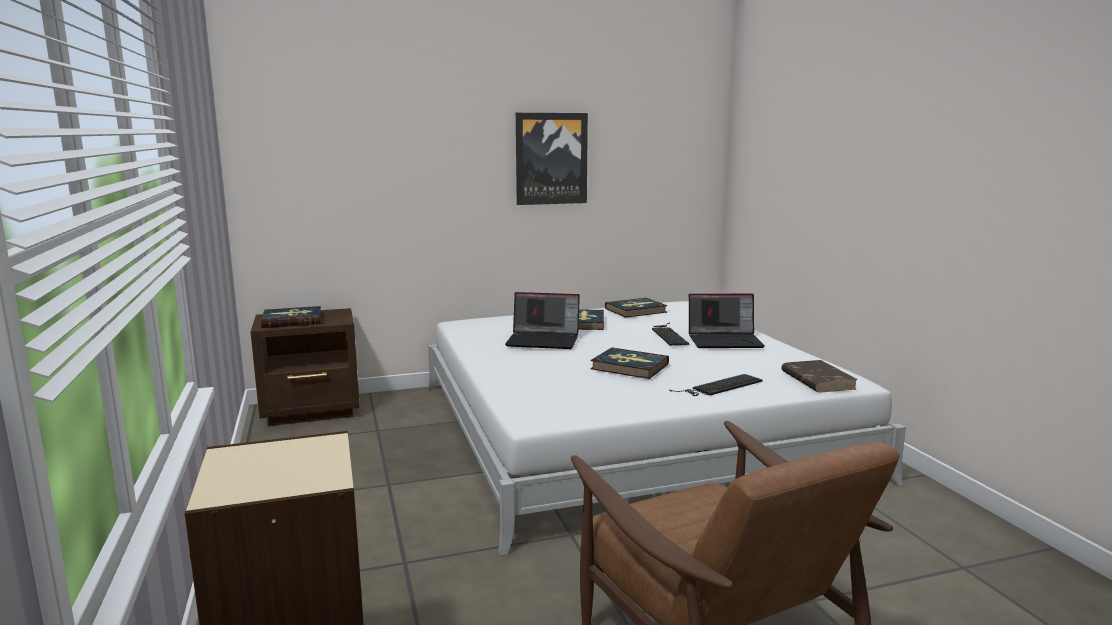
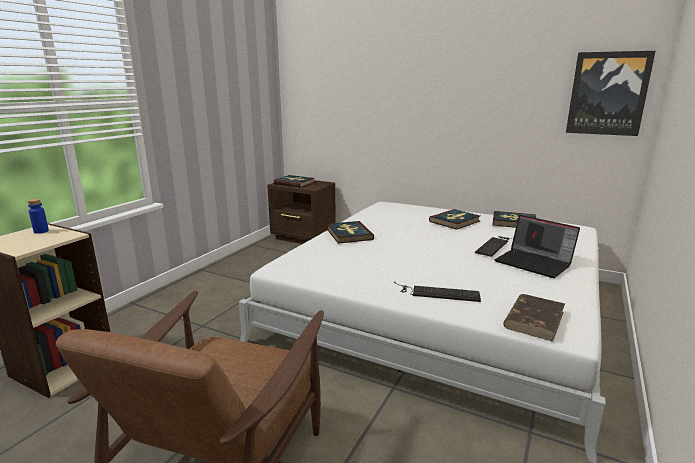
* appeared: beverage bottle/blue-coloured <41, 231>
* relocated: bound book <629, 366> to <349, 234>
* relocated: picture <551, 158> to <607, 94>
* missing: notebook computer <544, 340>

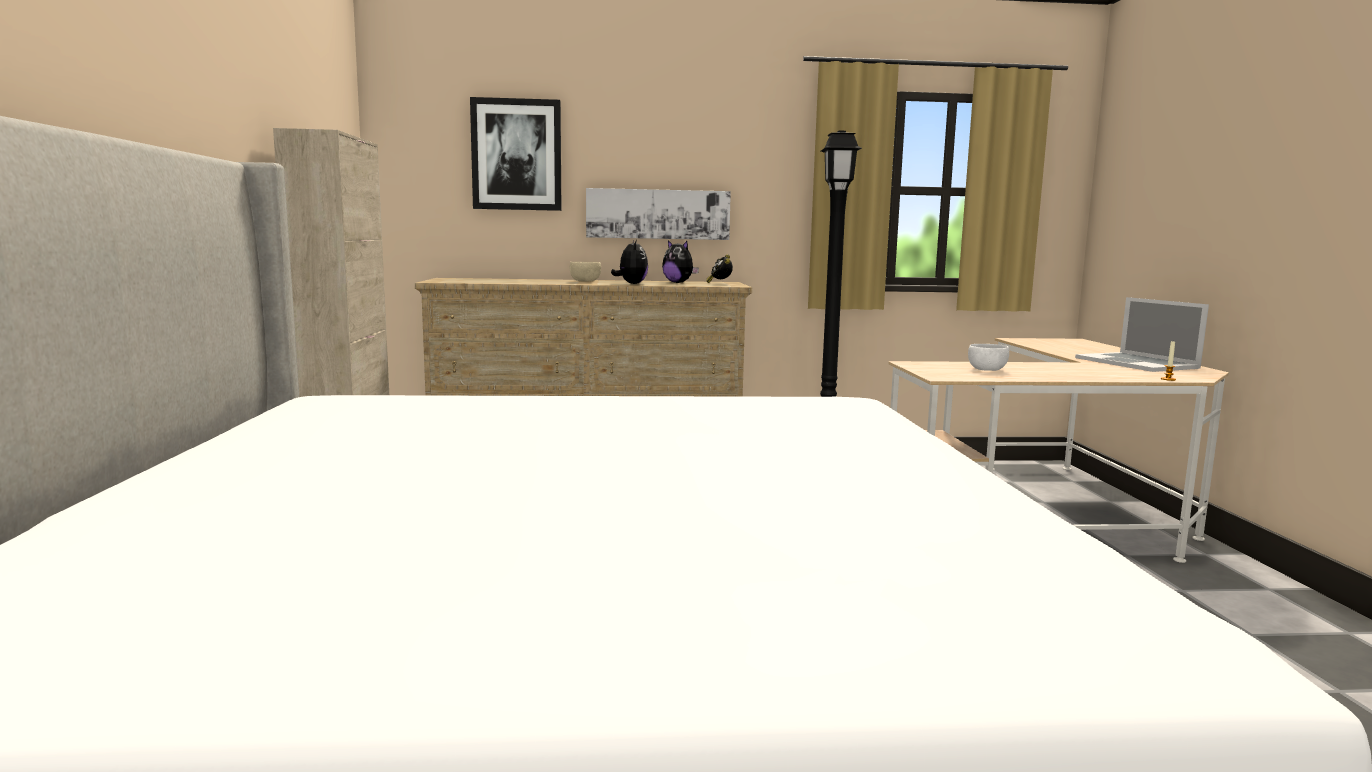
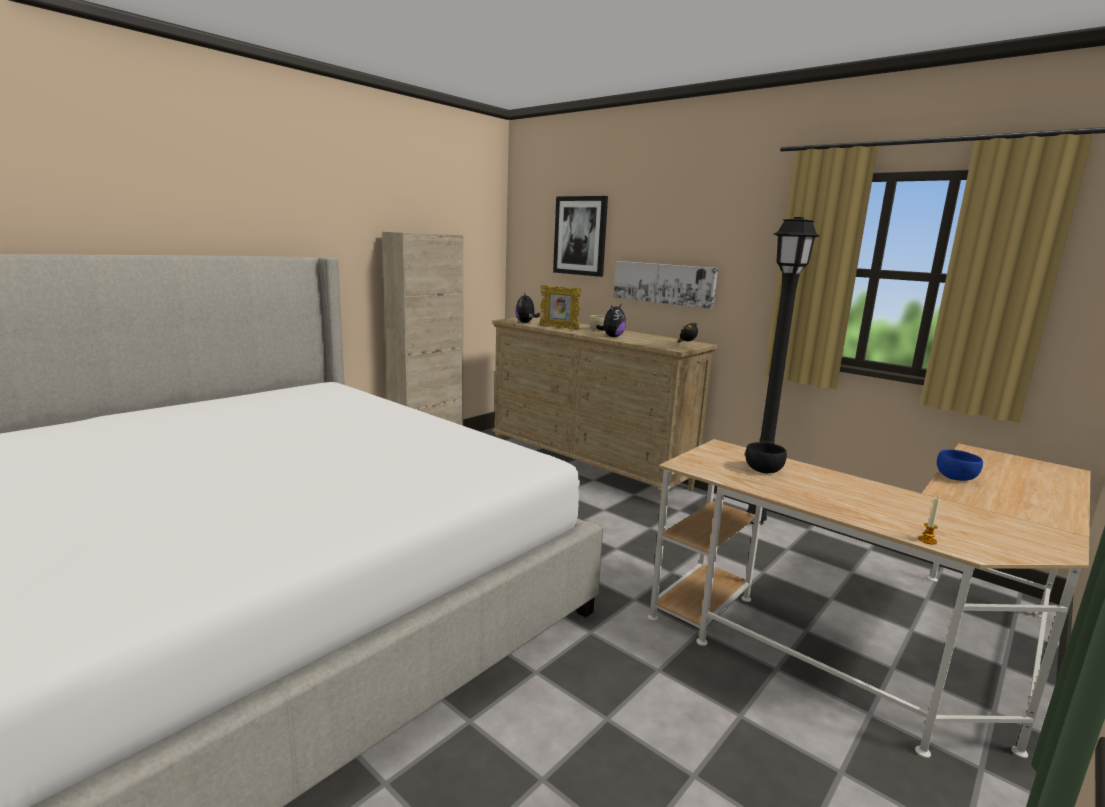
* relocated: cuddly toy <678, 283> to <526, 322>
* appeared: photo frame <559, 328>
* colour: serving bowl/white <987, 369> to serving bowl/black-coloured <763, 470>
* appeared: serving bowl/blue-coloured <955, 477>
* missing: notebook computer <1136, 363>

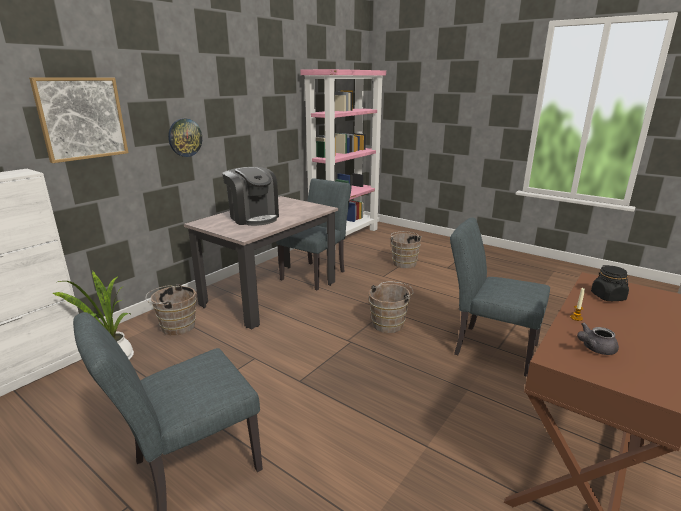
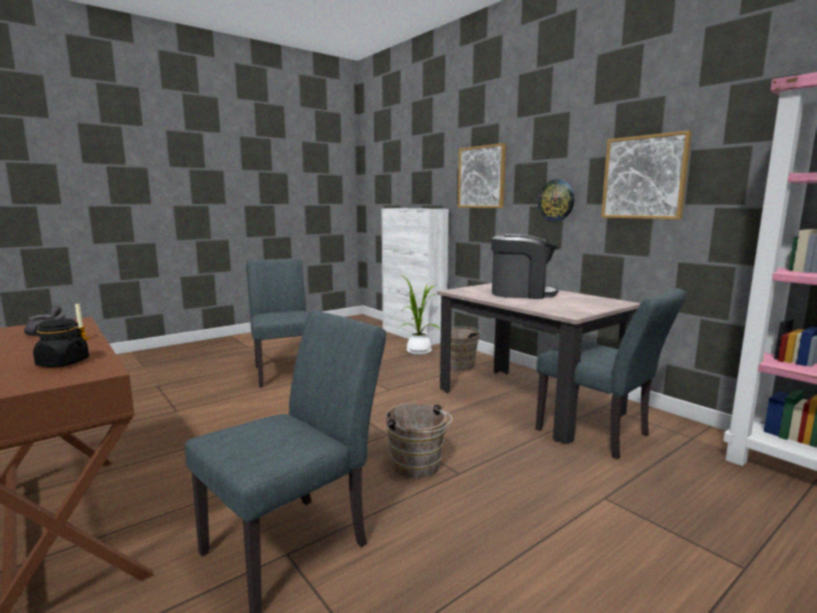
* spun: coffee maker <253, 217> = <521, 293> 150 degrees counterclockwise
* appeared: picture <644, 177>
* missing: water bucket/brown-coloured <404, 262>

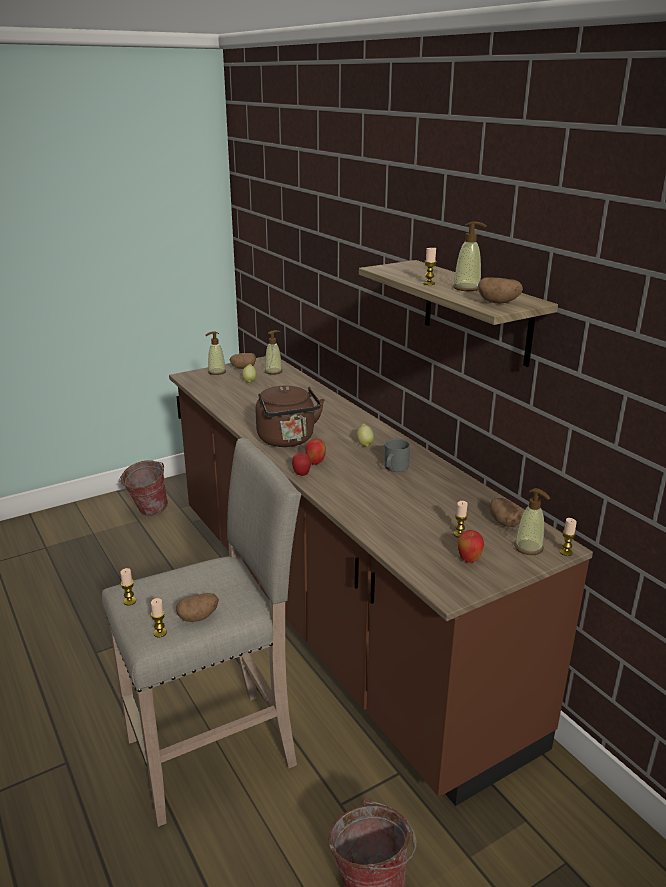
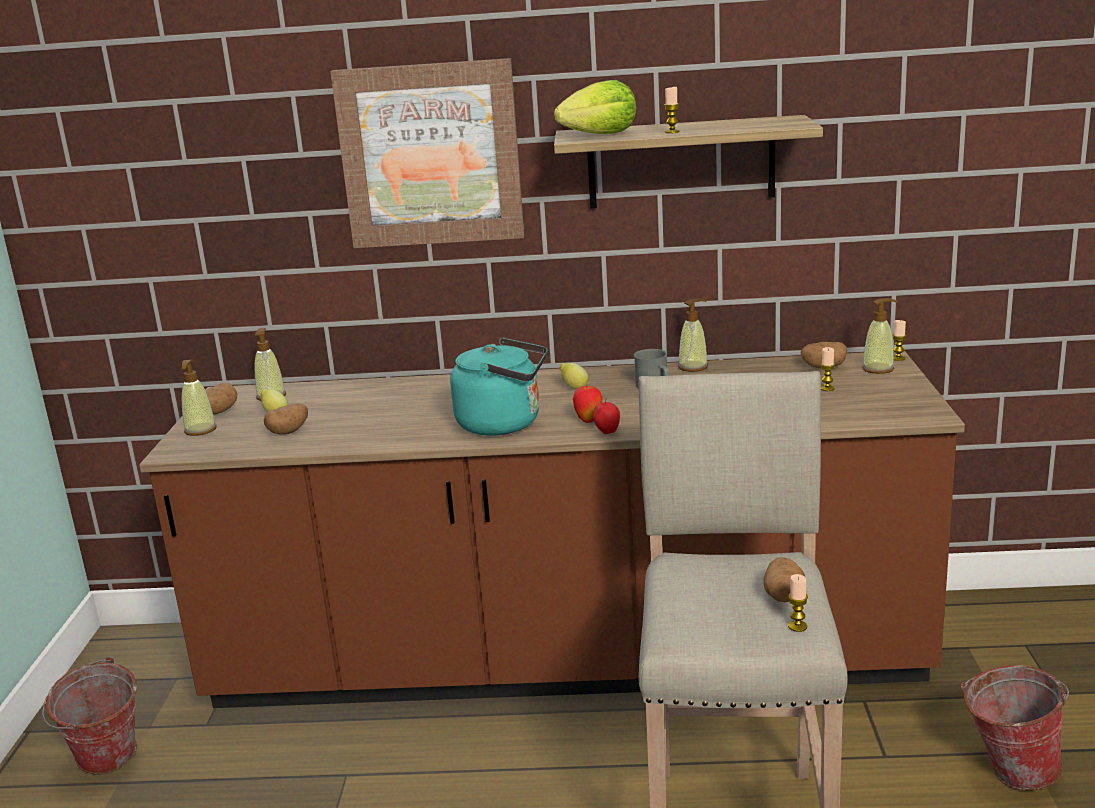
* relocated: potato <498, 302> to <289, 431>
* appeared: picture <431, 154>
* colour: kettle/brown-coloured <288, 440> to kettle/blue-green <504, 424>
* appeared: lettuce head <601, 135>
* relocated: liquid soap bottle <467, 288> to <693, 367>
* missing: candle <129, 601>
* missing: apple <469, 560>

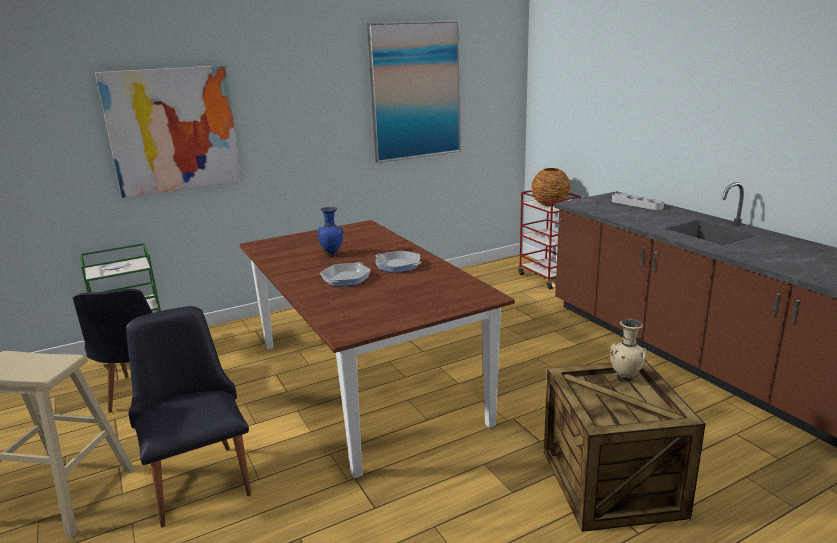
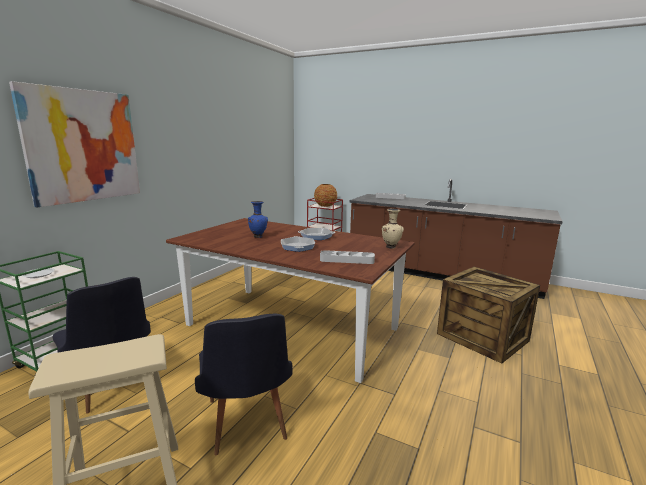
* spun: chair/black-coloured <199, 476> = <247, 426> 135 degrees counterclockwise
* appeared: tray/gray <347, 260>
* relocated: flower vase/sand-coloured <625, 379> to <391, 247>
* missing: picture <416, 91>

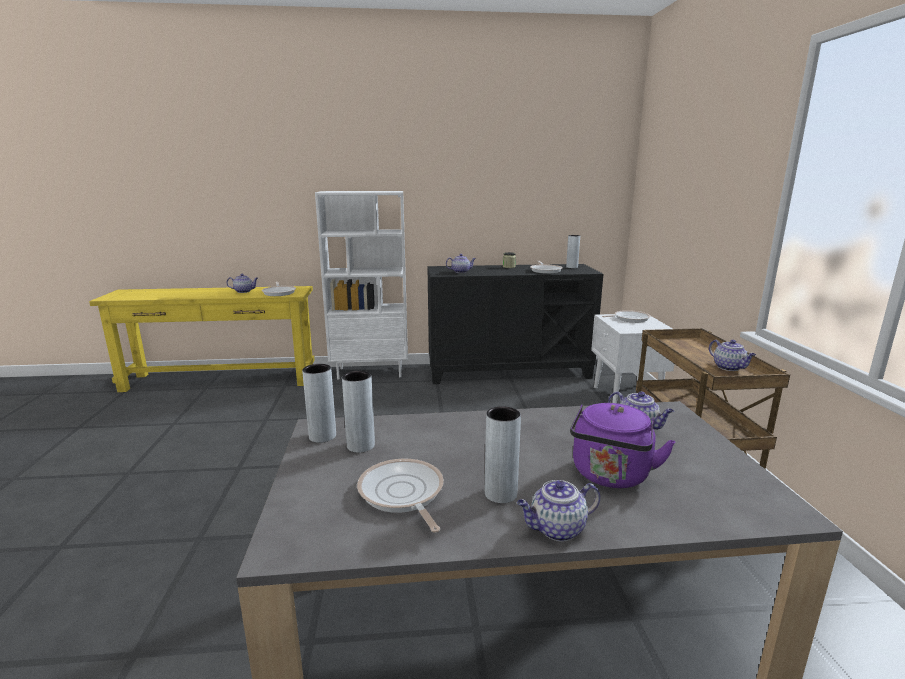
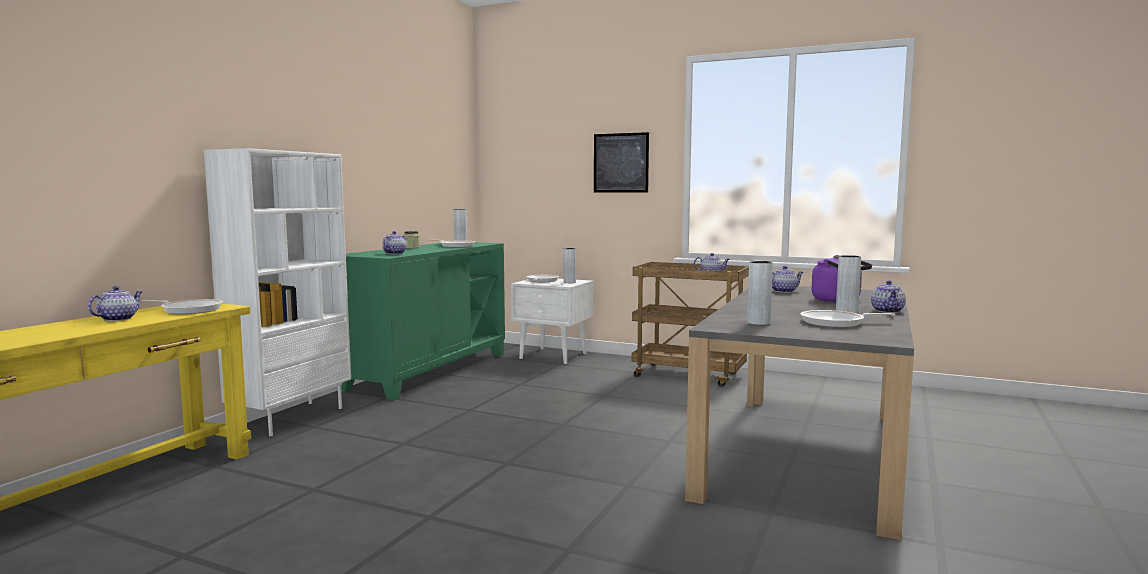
* colour: cupboard/black-coloured <508, 371> to cupboard/greenish <428, 371>
* relocated: flower vase/gray <322, 436> to <569, 282>
* appeared: picture <621, 163>

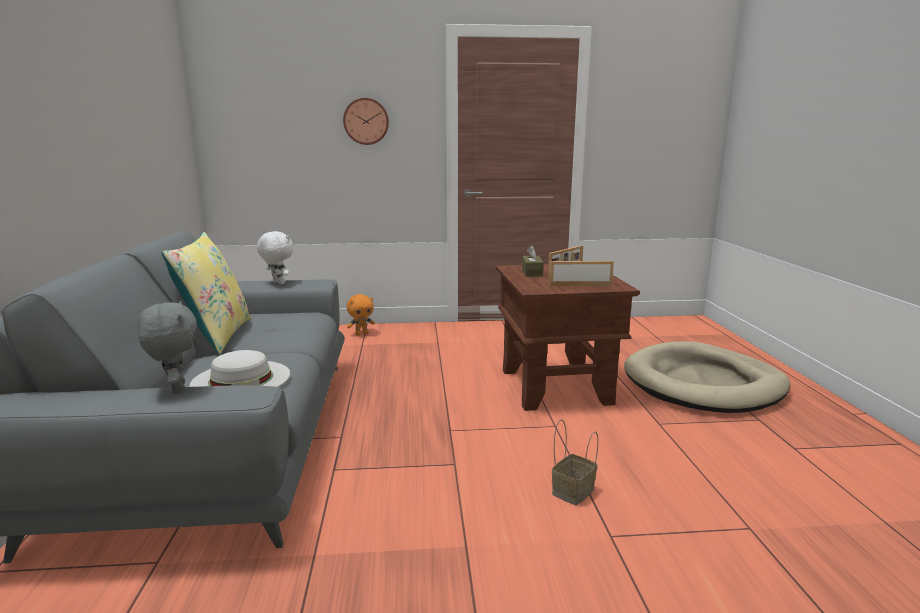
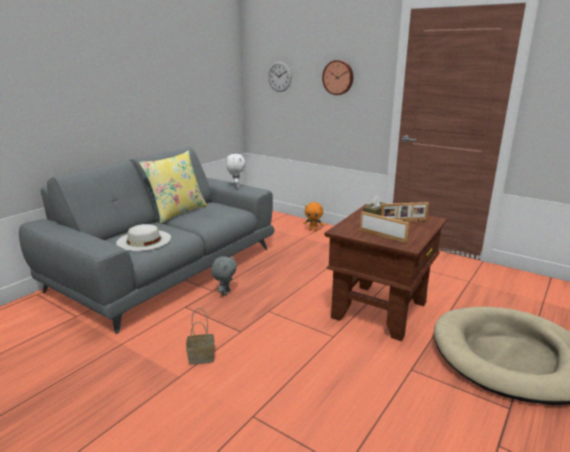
* relocated: storage basket <573, 490> to <202, 356>
* relocated: cuddly toy/gray <176, 389> to <225, 293>
* appeared: hanging clock <279, 76>

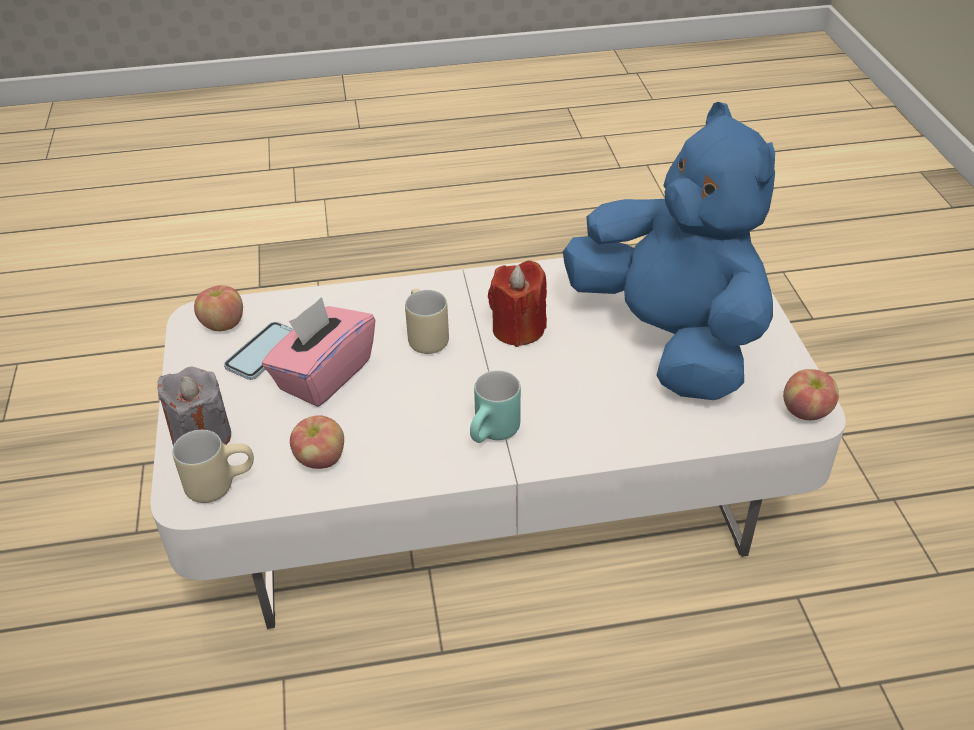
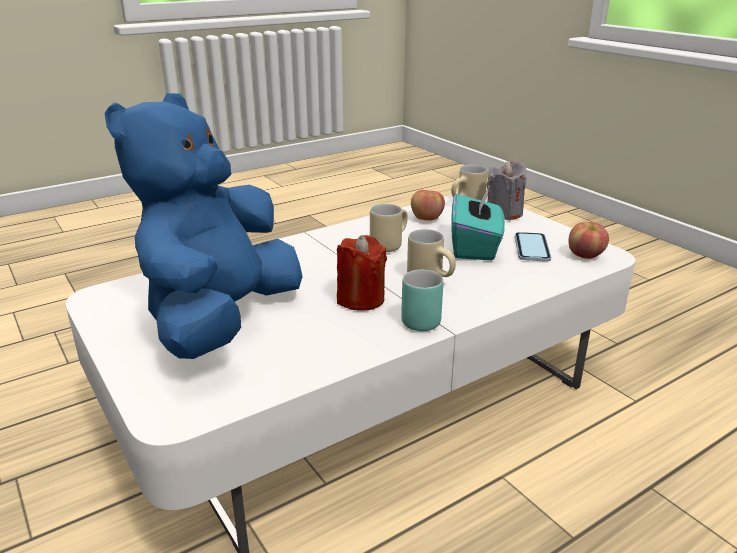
* spun: cuddly toy/blue-coloured <669, 339> = <221, 320> 75 degrees clockwise
* appeared: tea mug/sand-coloured <388, 244>
* relocated: tea mug/blue-green <495, 435> to <418, 318>
* colour: tissue box/pink-coloured <324, 375> to tissue box/blue-green <475, 247>
* missing: apple <806, 412>

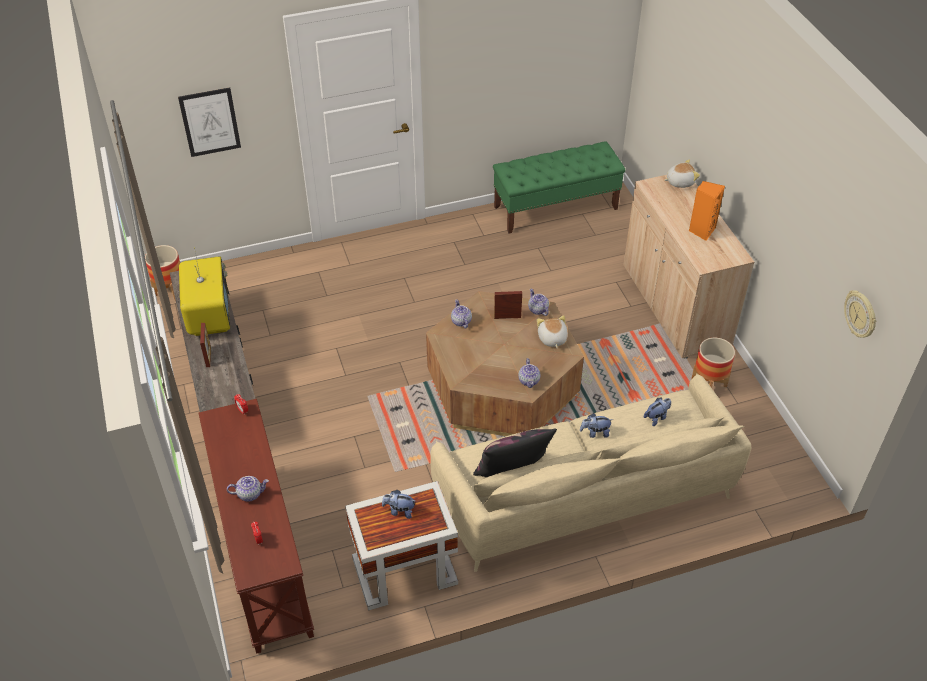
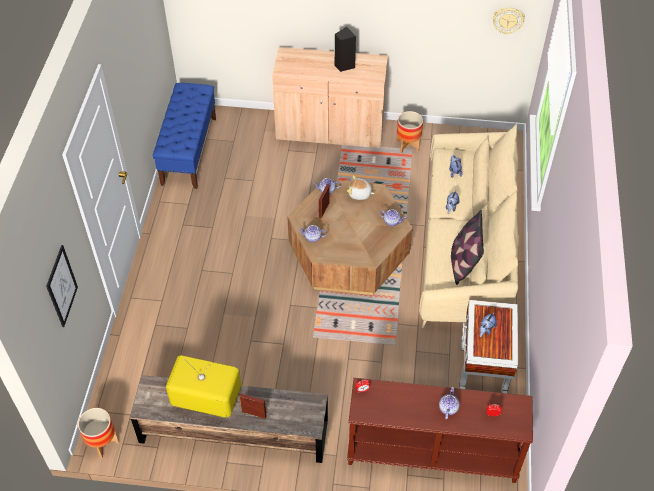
* colour: long seat/greenish <556, 208> to long seat/blue-coloured <189, 150>
* colour: loudspeaker/orange <701, 230> to loudspeaker/black-coloured <344, 66>
* missing: cuddly toy <679, 181>

